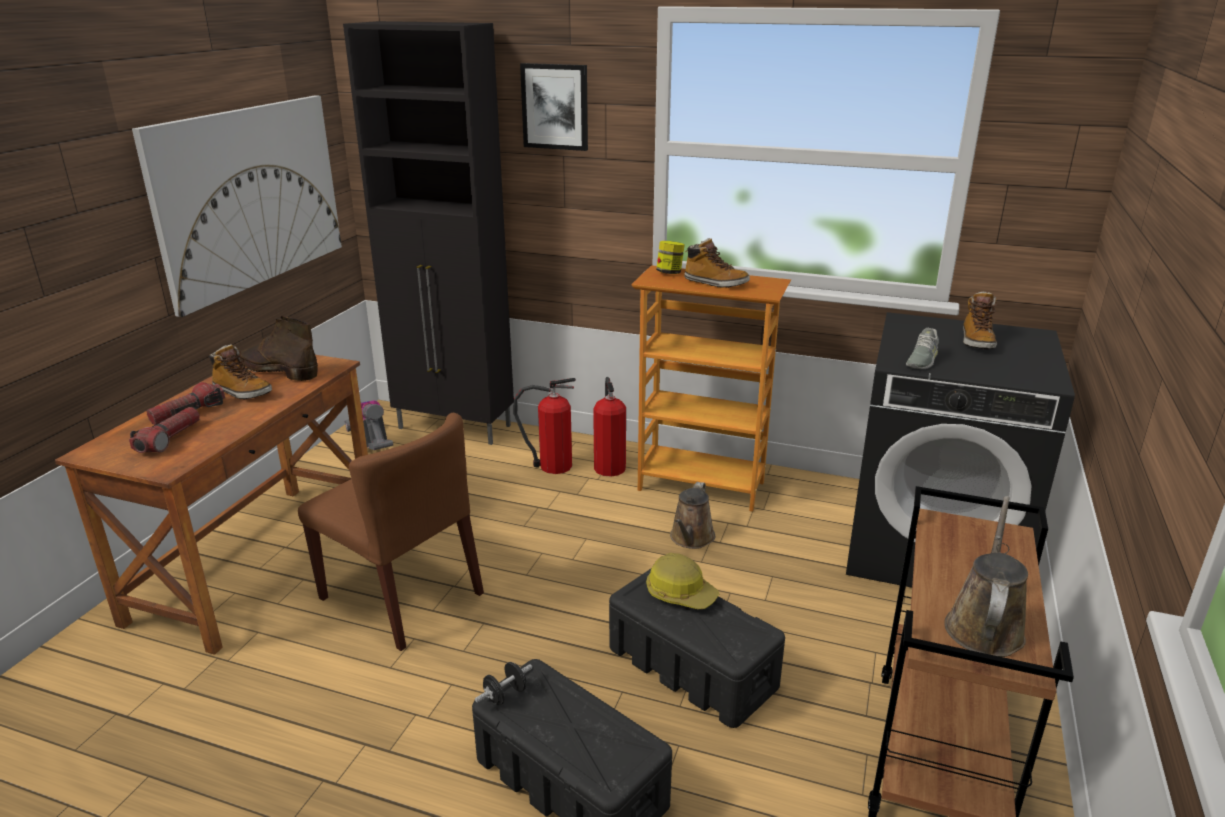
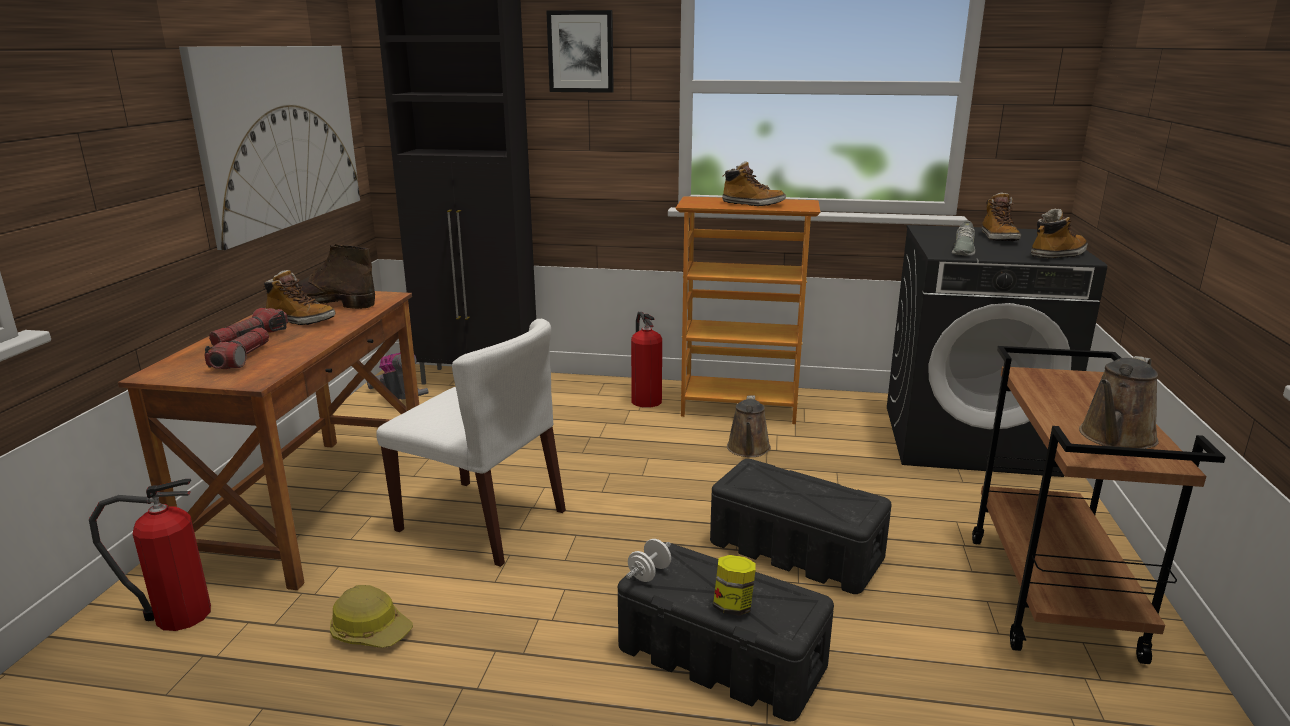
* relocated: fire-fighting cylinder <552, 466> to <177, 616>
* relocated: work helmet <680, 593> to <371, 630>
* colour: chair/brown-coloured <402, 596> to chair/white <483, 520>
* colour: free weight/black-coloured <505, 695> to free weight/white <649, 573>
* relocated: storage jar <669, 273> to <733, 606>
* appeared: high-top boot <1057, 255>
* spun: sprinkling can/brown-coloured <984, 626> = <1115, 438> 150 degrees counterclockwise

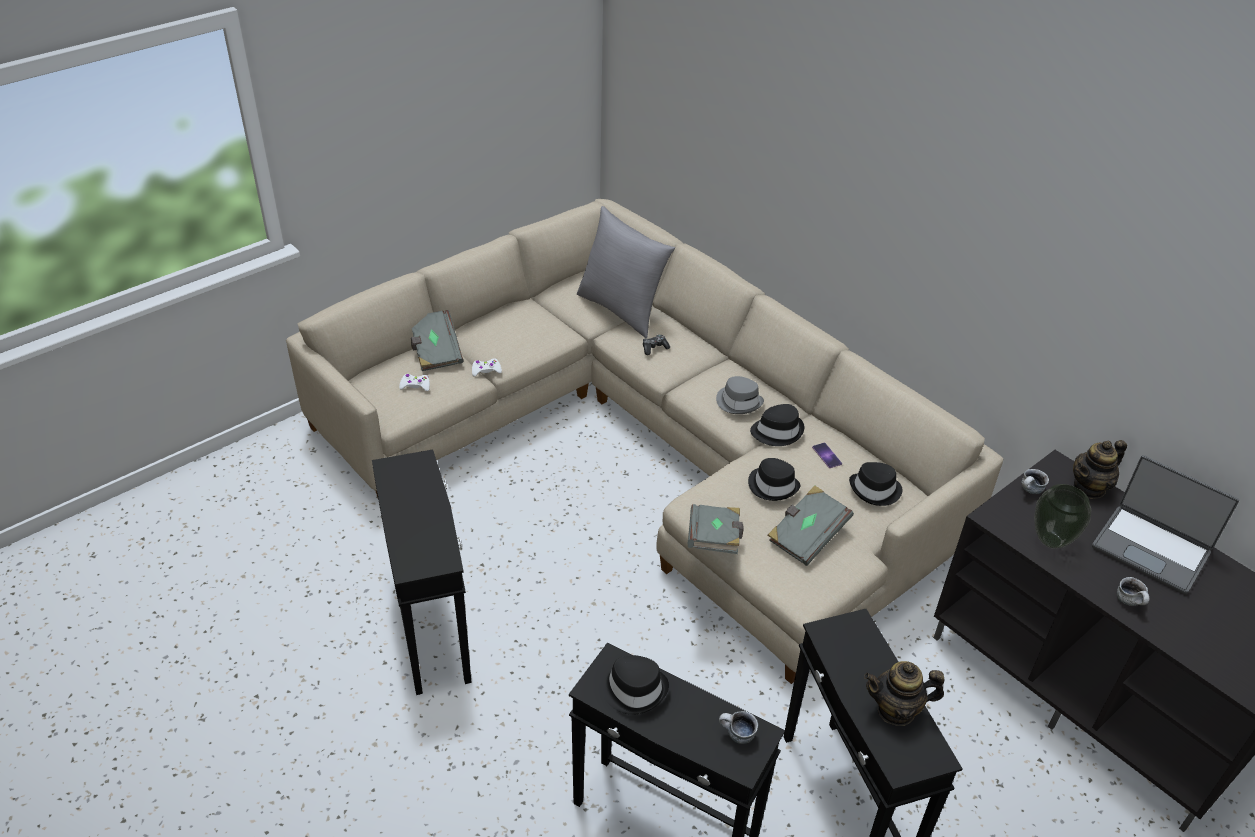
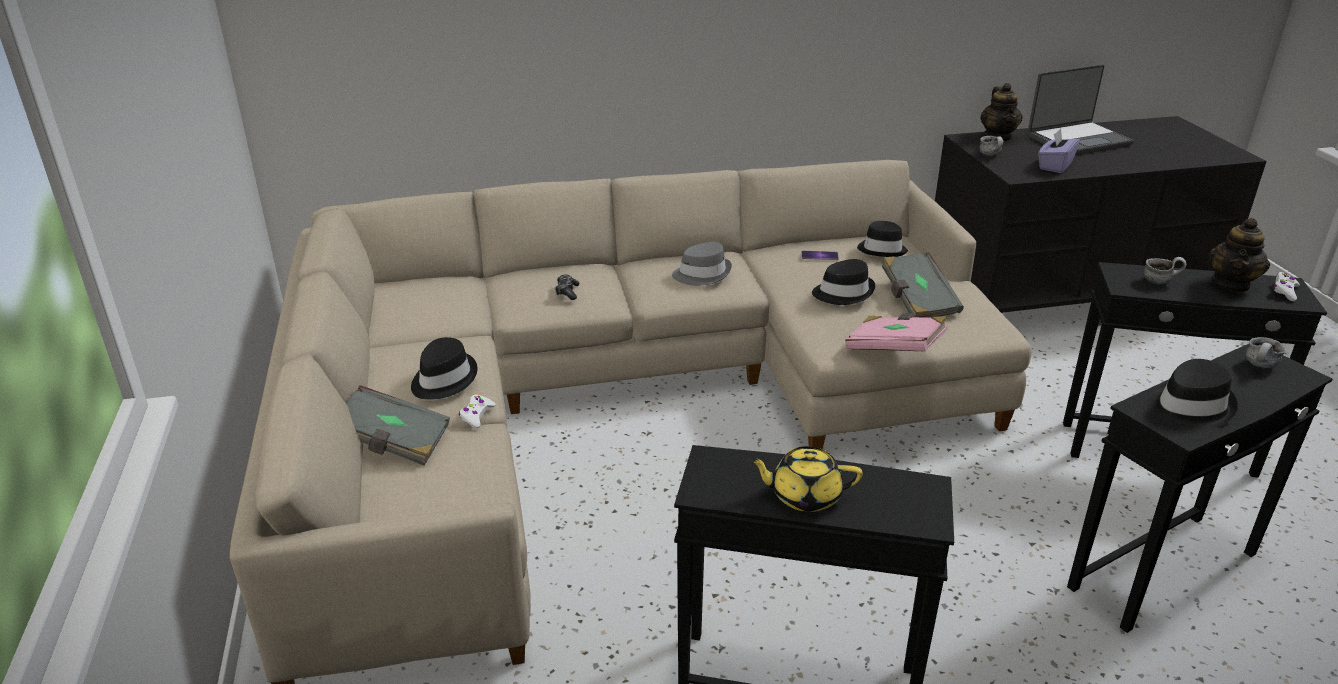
* relocated: clothing hat/black-coloured <777, 431> to <443, 379>
* appeared: teapot/yellow <804, 495>
* colour: bound book/gray <714, 539> to bound book/pink-coloured <894, 349>
* exchanged: flower vase <1050, 541> to tissue box/purplish <1055, 166>
* relocated: tea mug <1130, 602> to <1160, 282>
* relocated: gamepad/white <415, 385> to <1284, 291>
* missing: pillow/gray <622, 310>

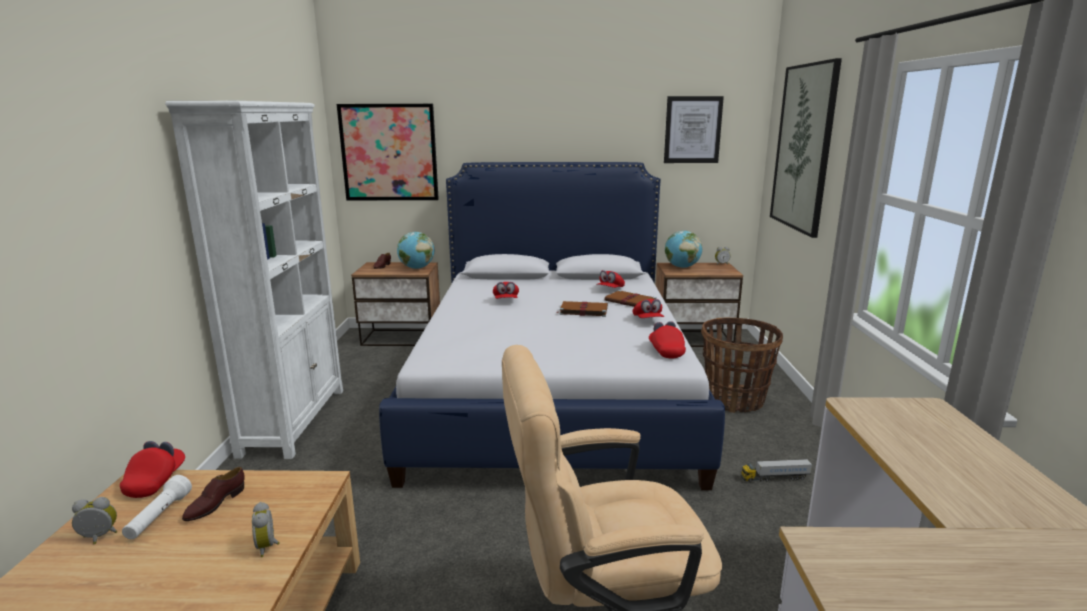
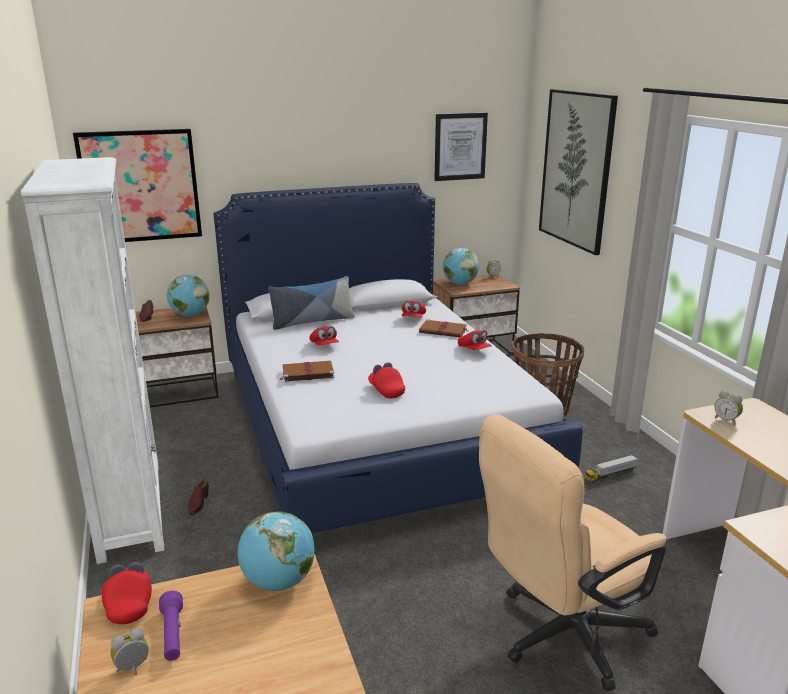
* colour: torch/white <159, 517> to torch/purplish <172, 635>
* relocated: shoe/brown-coloured <215, 504> to <198, 503>
* appeared: globe <278, 582>
* appeared: pillow <312, 321>
* relocated: bound book/brown-coloured <582, 310> to <307, 373>
* relocated: cap/red-coloured <666, 351> to <386, 390>
* relocated: table clock <268, 546> to <726, 420>

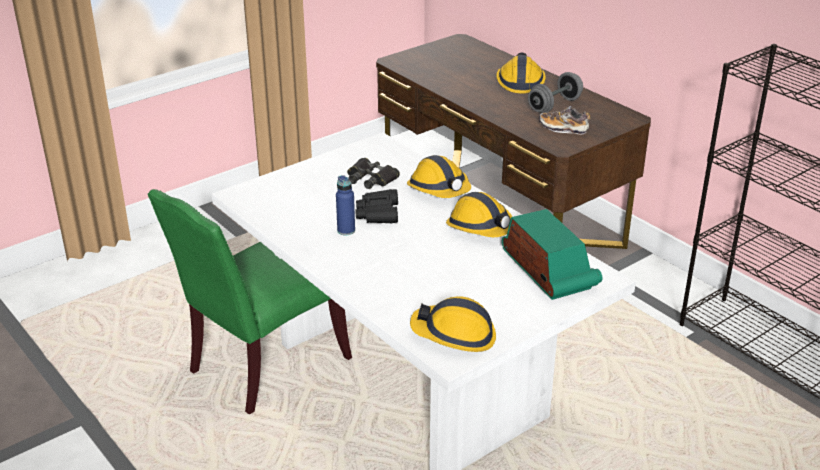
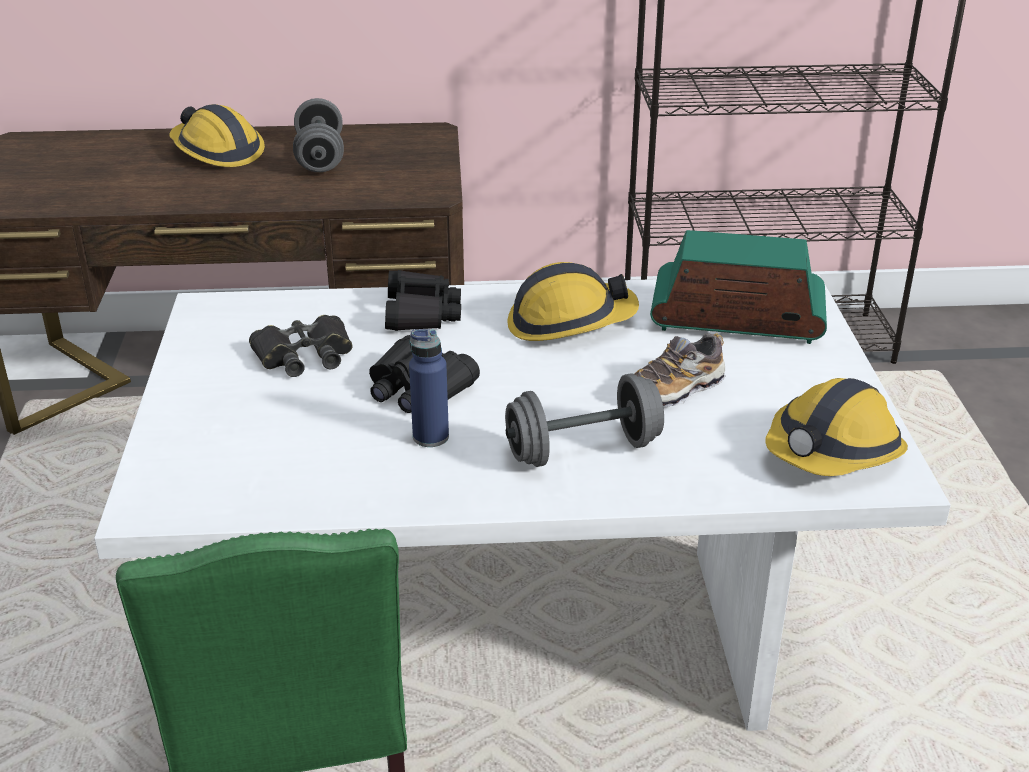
* exchanged: work helmet <439, 189> to binoculars/black-coloured <421, 313>
* appeared: free weight/gray <583, 450>
* relocated: shoe <563, 128> to <675, 390>

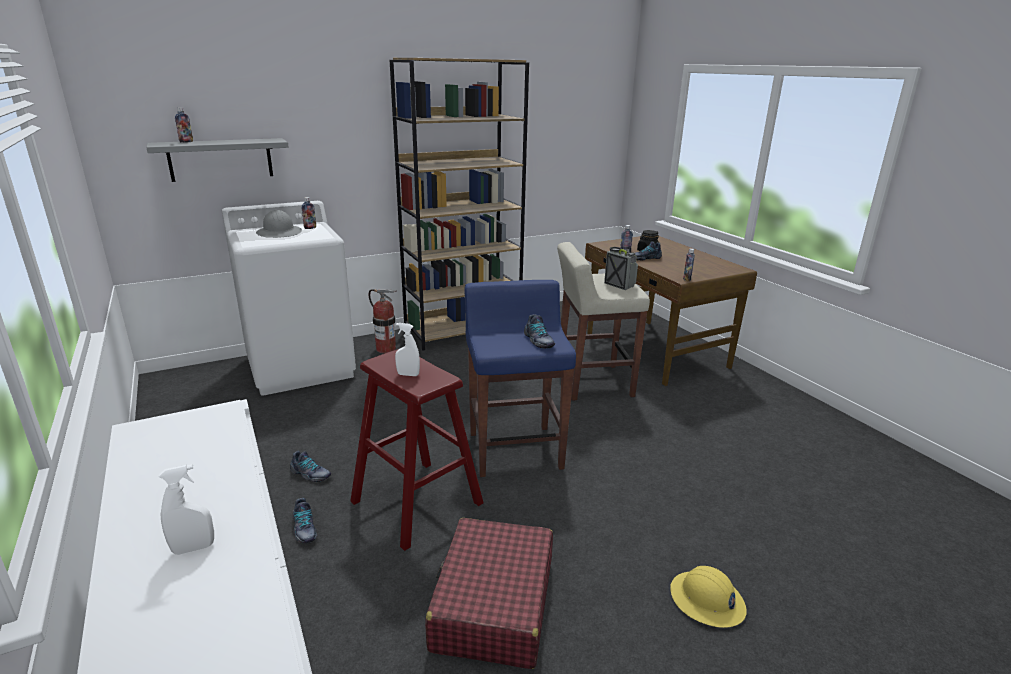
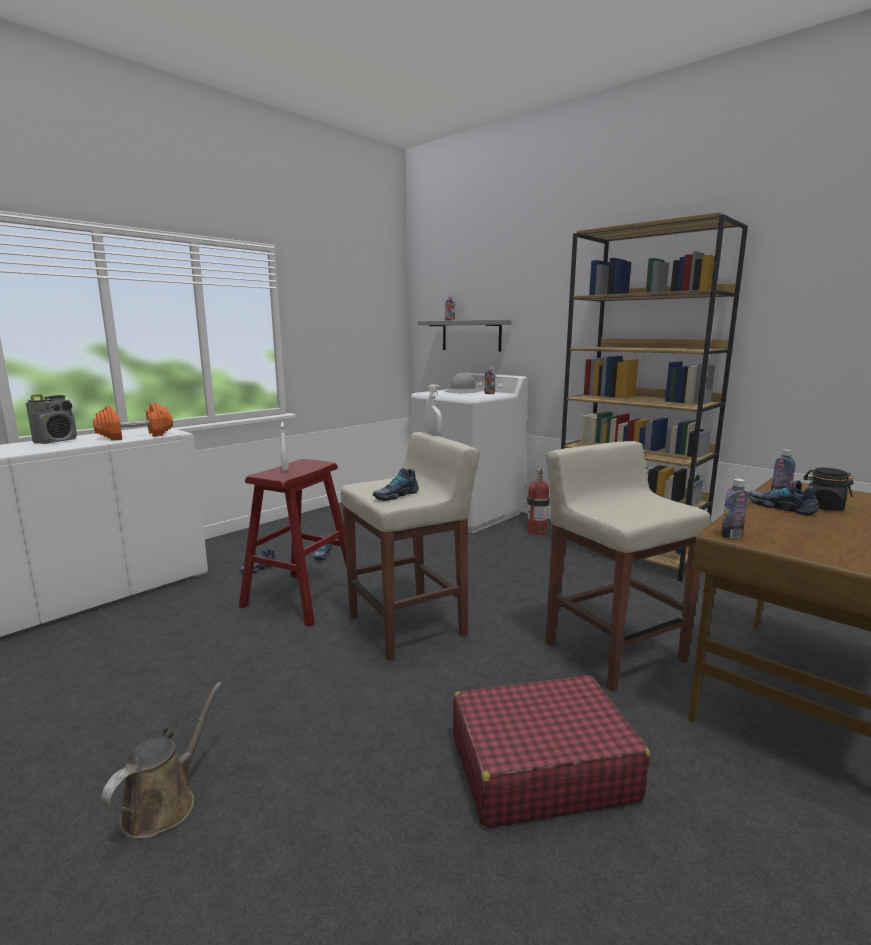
* relocated: radio <619, 285> to <56, 441>
* appeared: free weight/orange <135, 436>
* exchanged: work helmet/yellow <707, 600> to sprinkling can/brown-coloured <164, 804>
* colour: stool seat/blue-coloured <515, 449> to stool seat/sand-coloured <409, 626>
* relocated: spray bottle/white <193, 548> to <433, 434>
* relocated: suitcase/red-coloured <493, 605> to <540, 767>

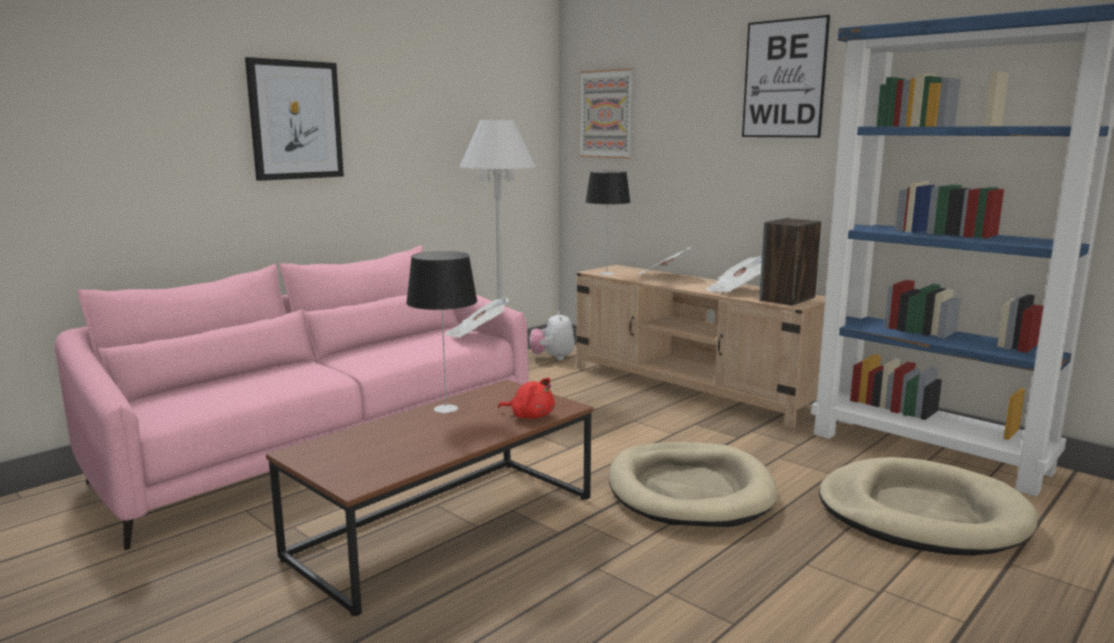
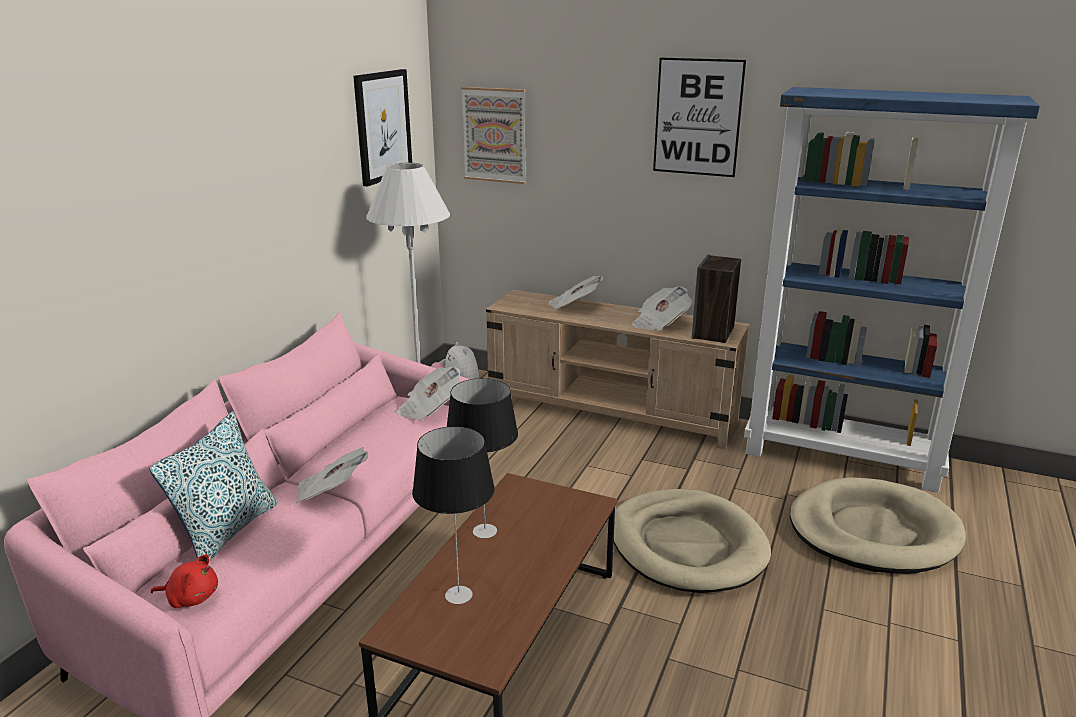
* appeared: pillow <227, 531>
* relocated: cuddly toy/red-coloured <530, 416> to <191, 597>
* appeared: printed paper <331, 492>
* relocated: picture <295, 120> to <382, 126>
* relocated: table lamp <607, 273> to <459, 595>

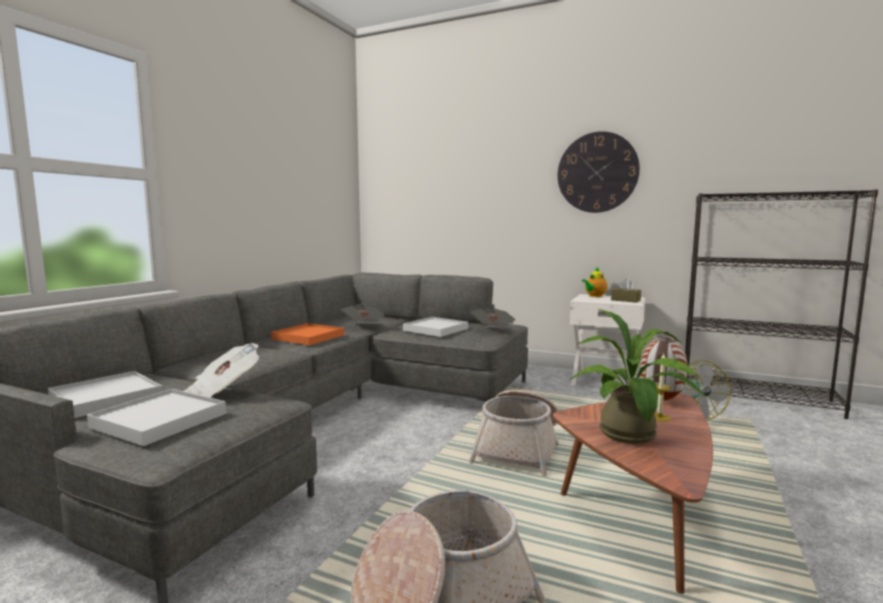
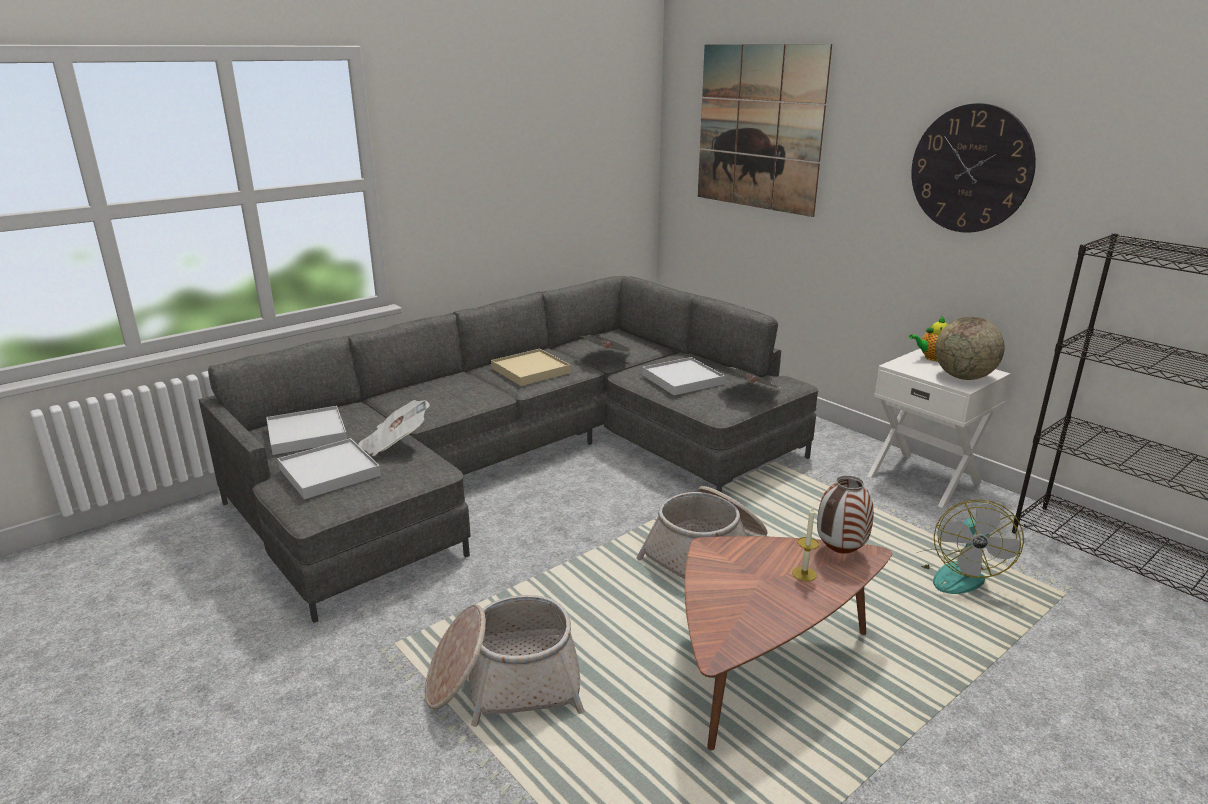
* colour: tray/orange <308, 337> to tray/sand-coloured <531, 370>
* appeared: picture <759, 128>
* exchanged: tissue box/brown-coloured <625, 300> to globe <963, 377>
* missing: plant in a pot <630, 437>

